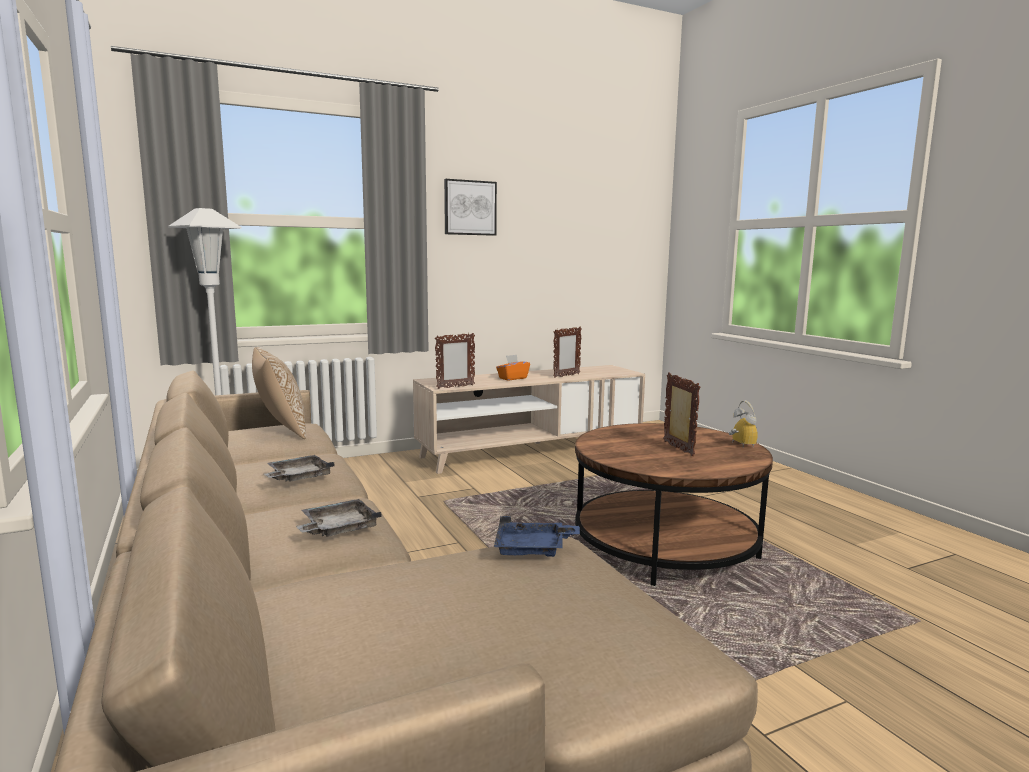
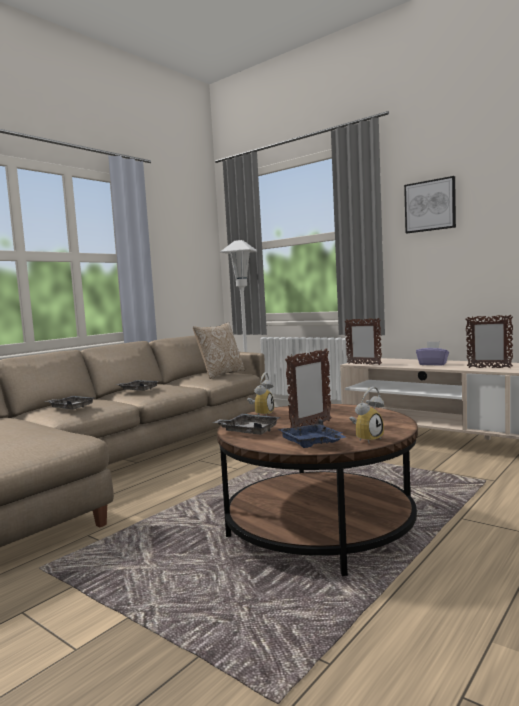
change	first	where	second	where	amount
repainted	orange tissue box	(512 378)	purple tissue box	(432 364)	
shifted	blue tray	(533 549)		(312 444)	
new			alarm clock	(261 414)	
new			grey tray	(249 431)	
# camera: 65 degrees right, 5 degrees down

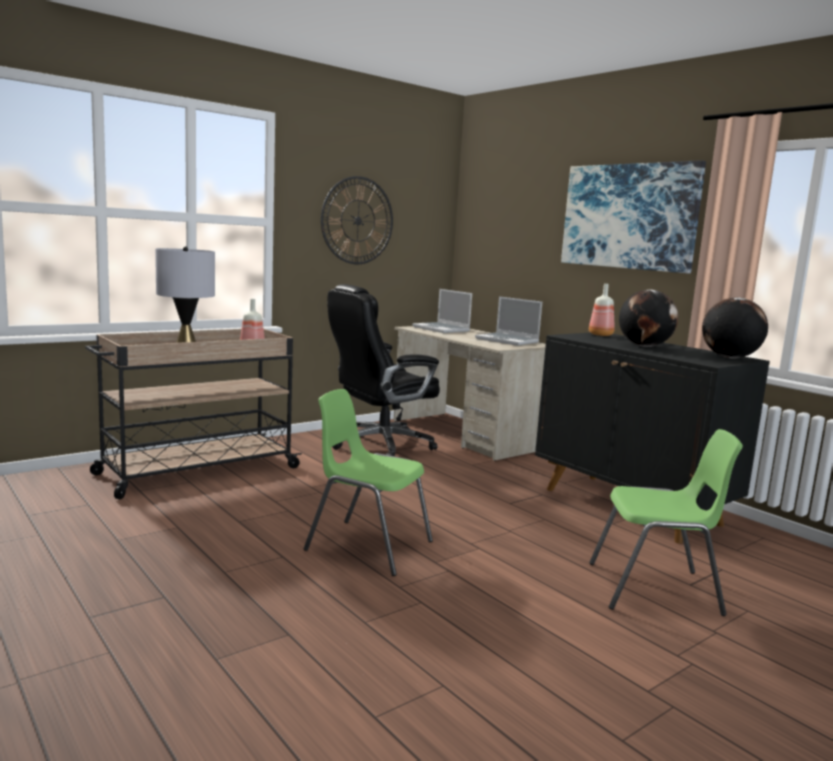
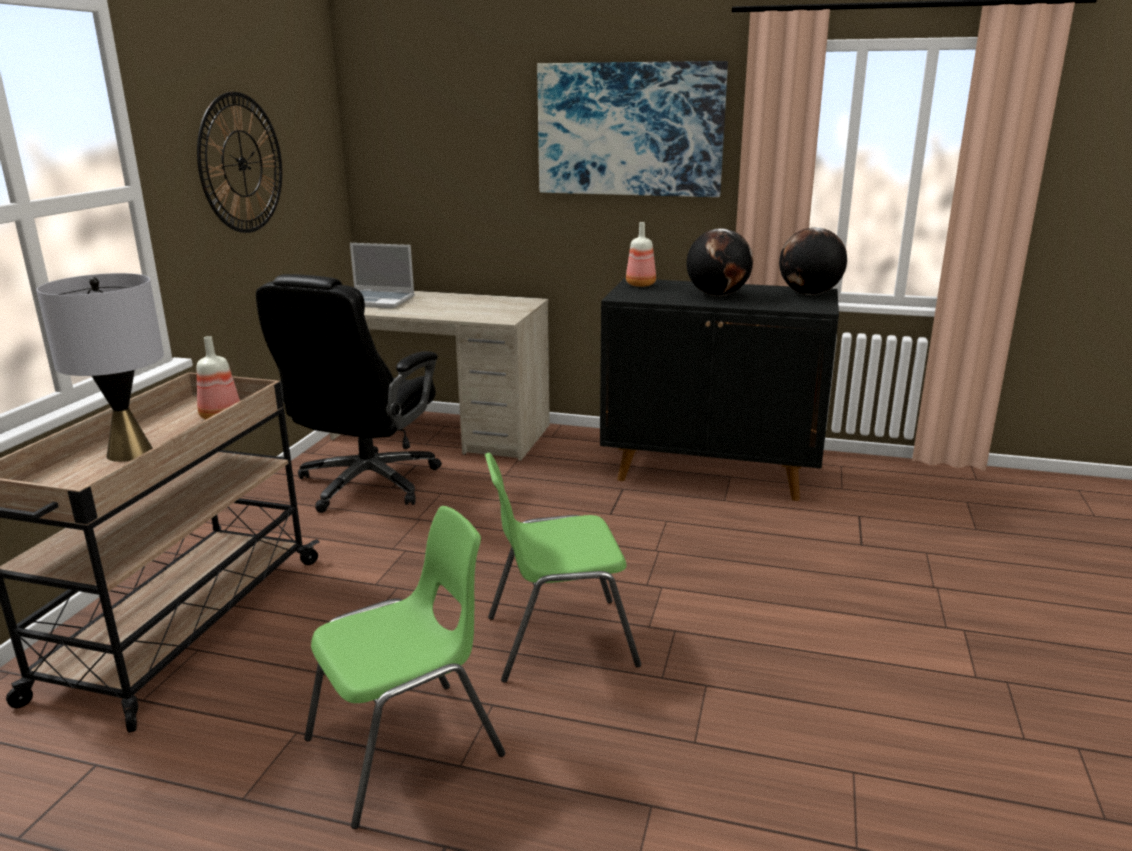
change	first	where	second	where	amount
gone	laptop	(508 340)			
shifted	green chair	(656 589)		(408 748)	
# camera: 35 degrees left, 10 degrees up

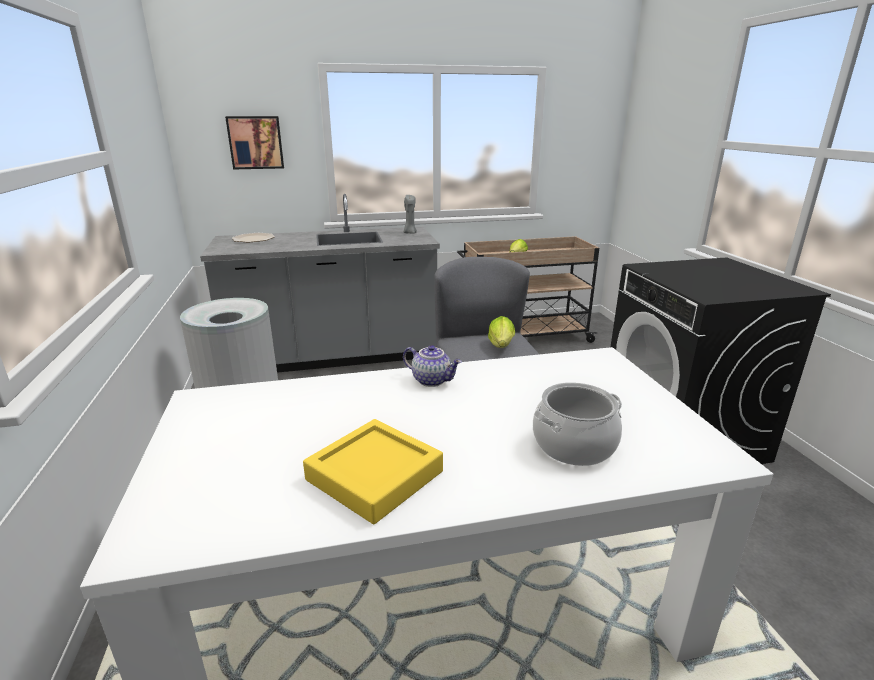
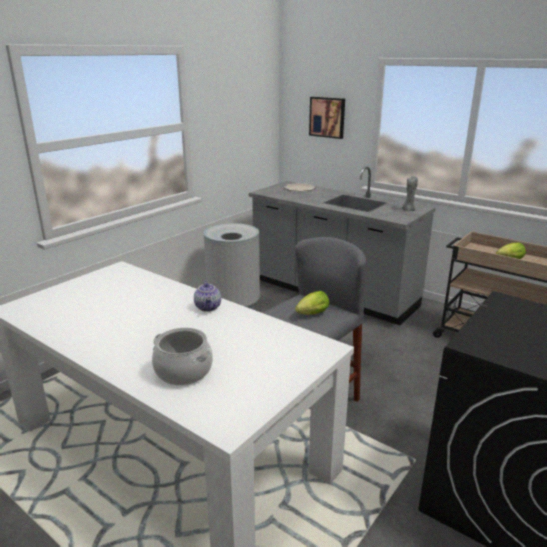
change	first	where	second	where	amount
gone	yellow tray	(374 476)			
# camera: 50 degrees right, 0 degrees up

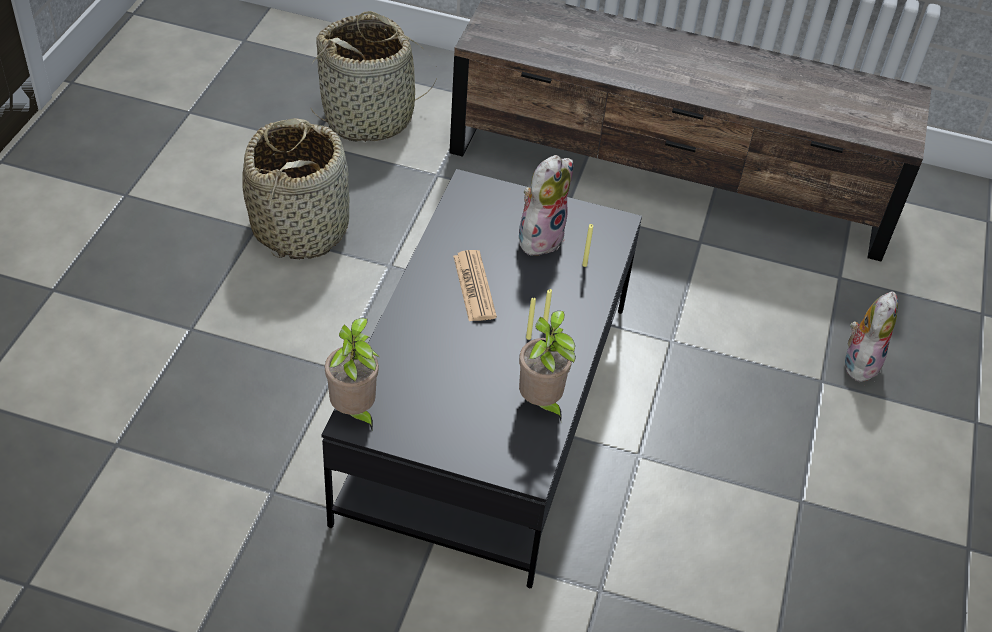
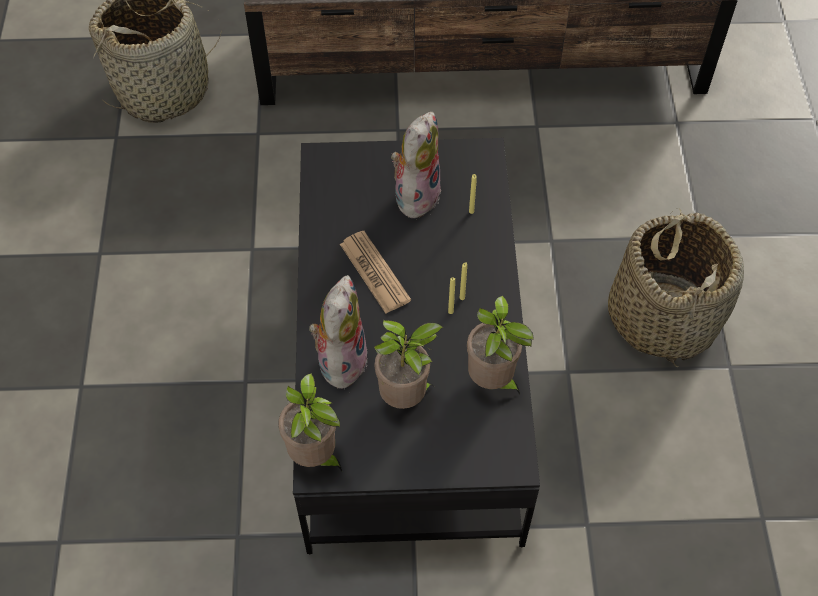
change	first	where	second	where	amount
shifted	basket	(301 227)		(662 317)	
shifted	plush toy	(859 361)		(340 359)	
new			potted plant	(406 396)	
# camera: 15 degrees left, 10 degrees up

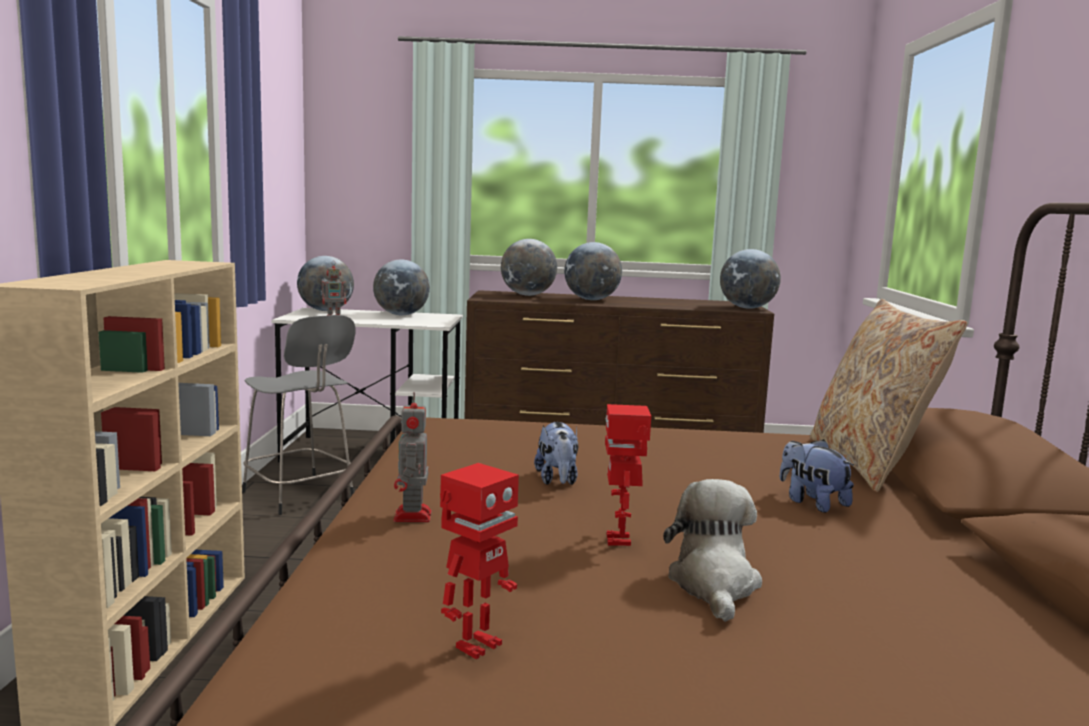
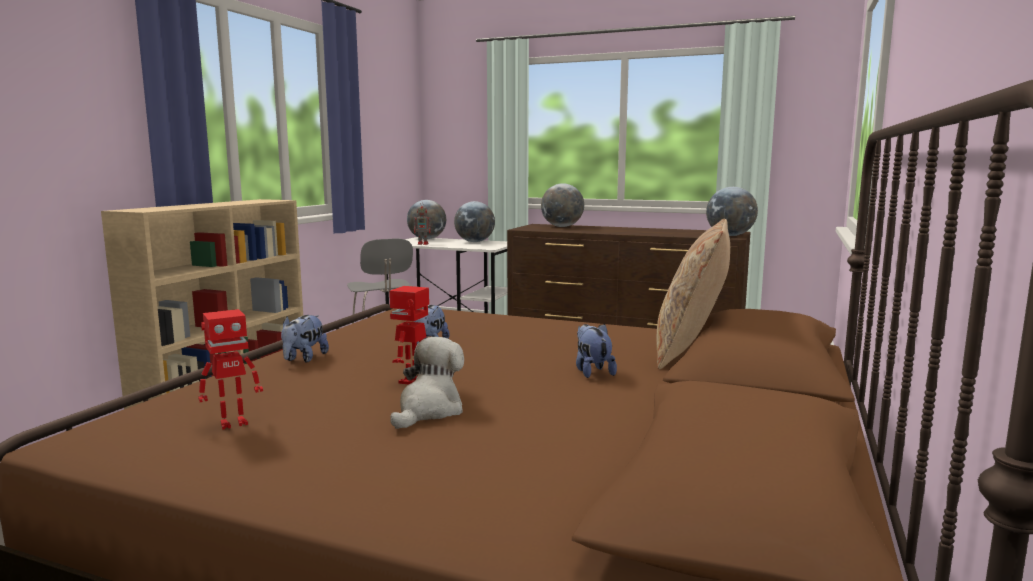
change	first	where	second	where	amount
gone	globe	(591 300)			
swapped	toy robot	(412 517)	plush toy	(304 359)	
# camera: 20 degrees right, 0 degrees up

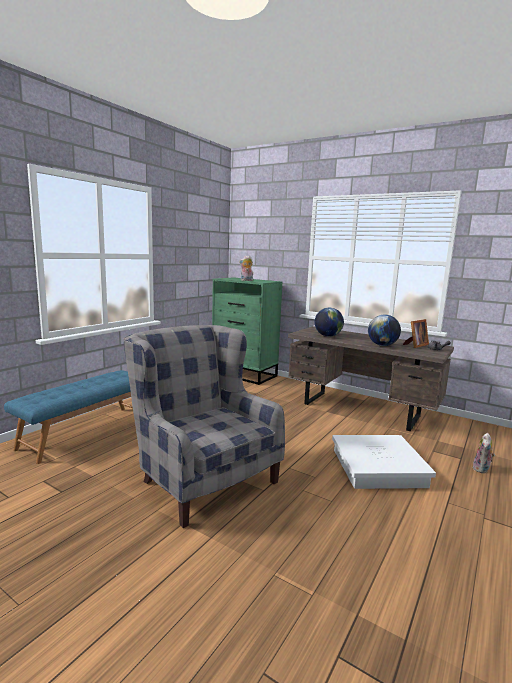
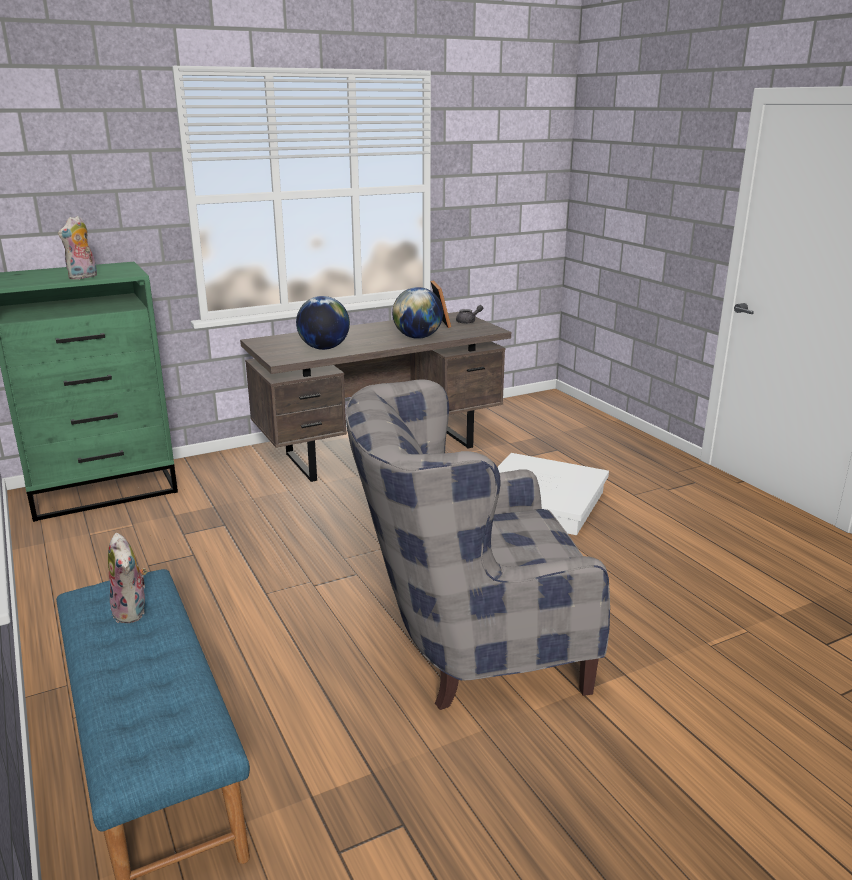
change	first	where	second	where	amount
shifted	plush toy	(482 469)		(133 612)	
# camera: 60 degrees left, 10 degrees up

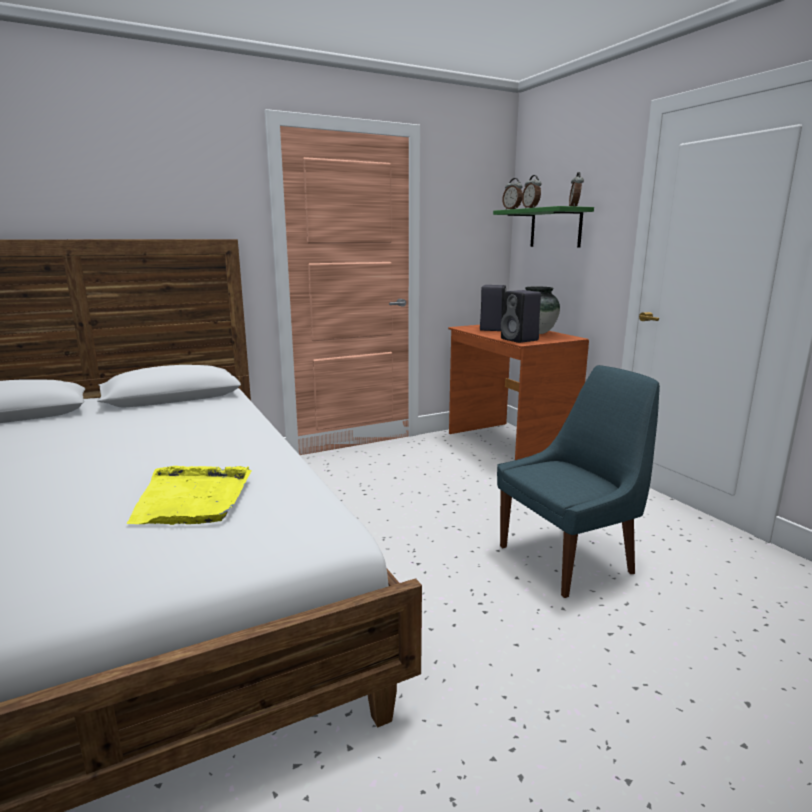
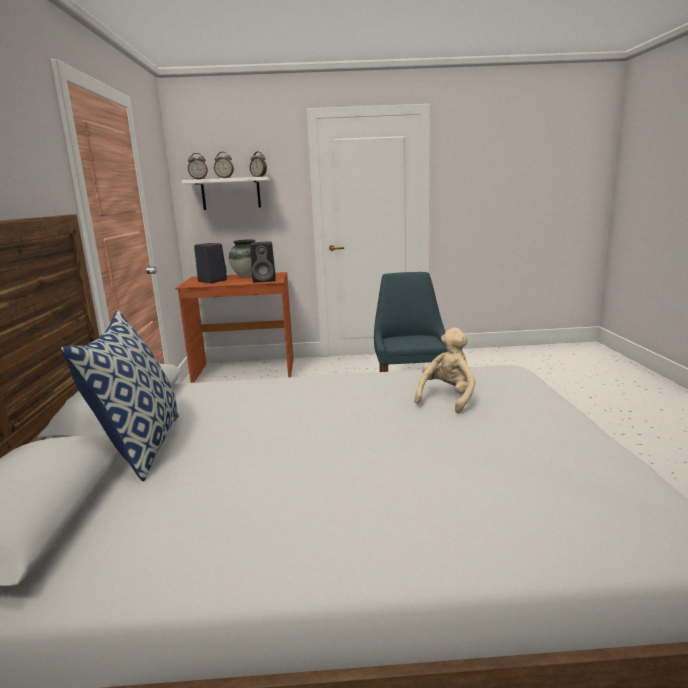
change	first	where	second	where	amount
repainted	green shelf	(555 228)	white shelf	(231 194)	
swapped	yellow tray	(192 499)	beige plush toy	(447 398)	
new			pillow	(140 446)	
# camera: 65 degrees left, 0 degrees up

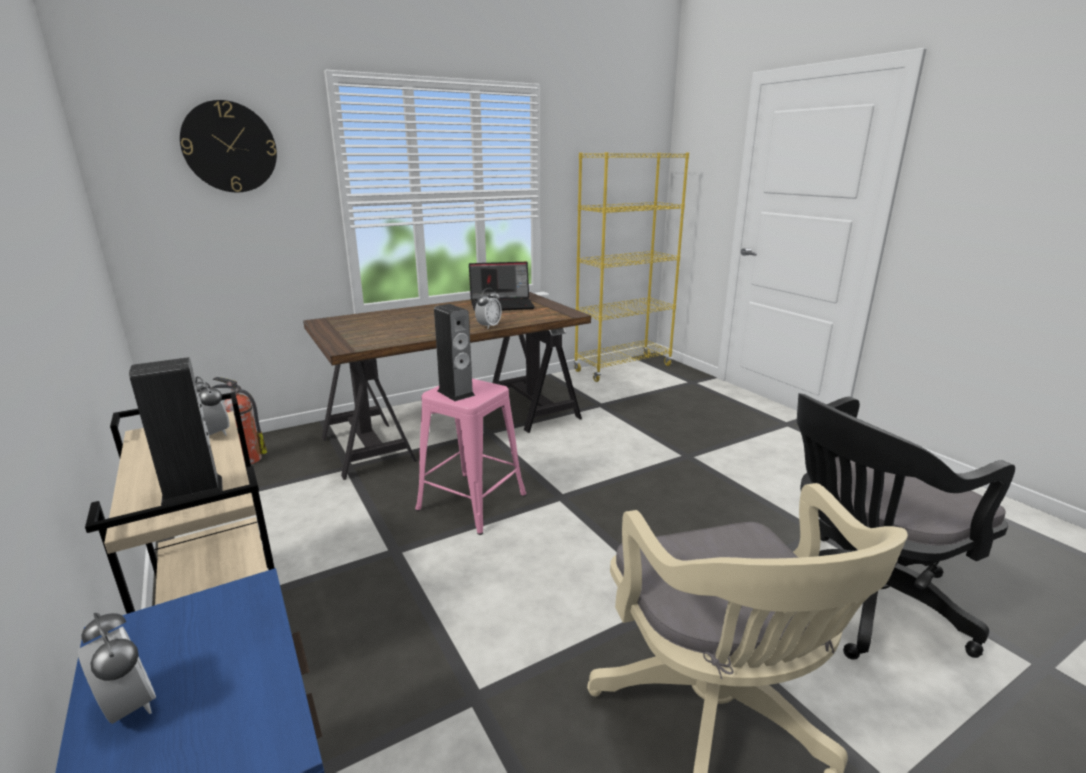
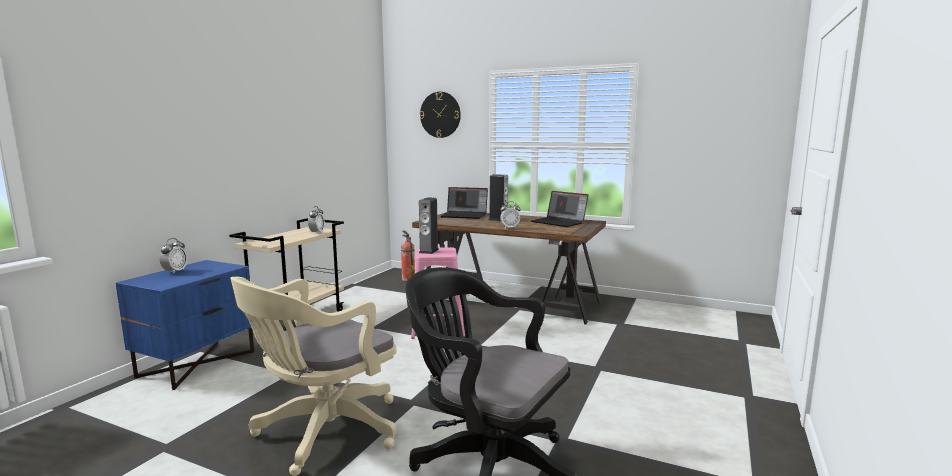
change	first	where	second	where	amount
gone	yellow bookcase	(623 368)			
shifted	speaker	(192 491)		(498 219)	
new			laptop	(465 215)	
# camera: 55 degrees right, 10 degrees down

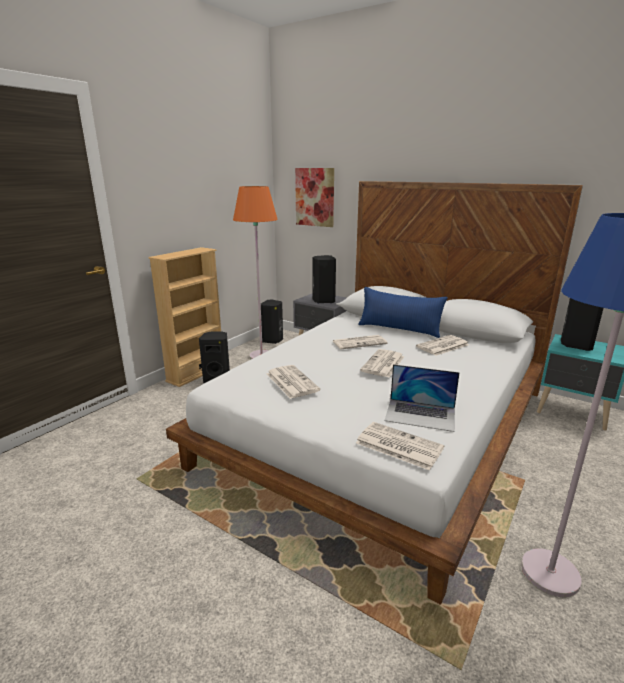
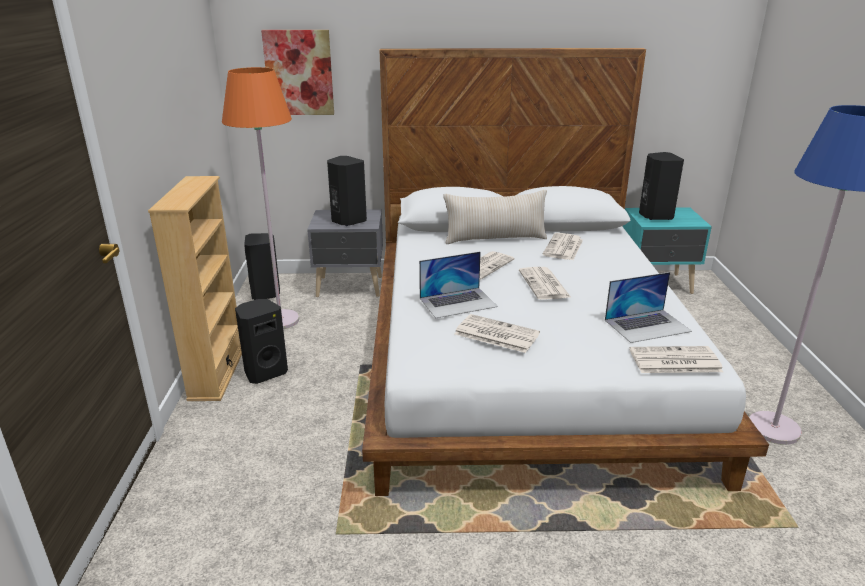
change	first	where	second	where	amount
repainted	blue pillow	(399 329)	beige pillow	(495 239)	
new			laptop	(458 302)	
# camera: 35 degrees left, 5 degrees up

